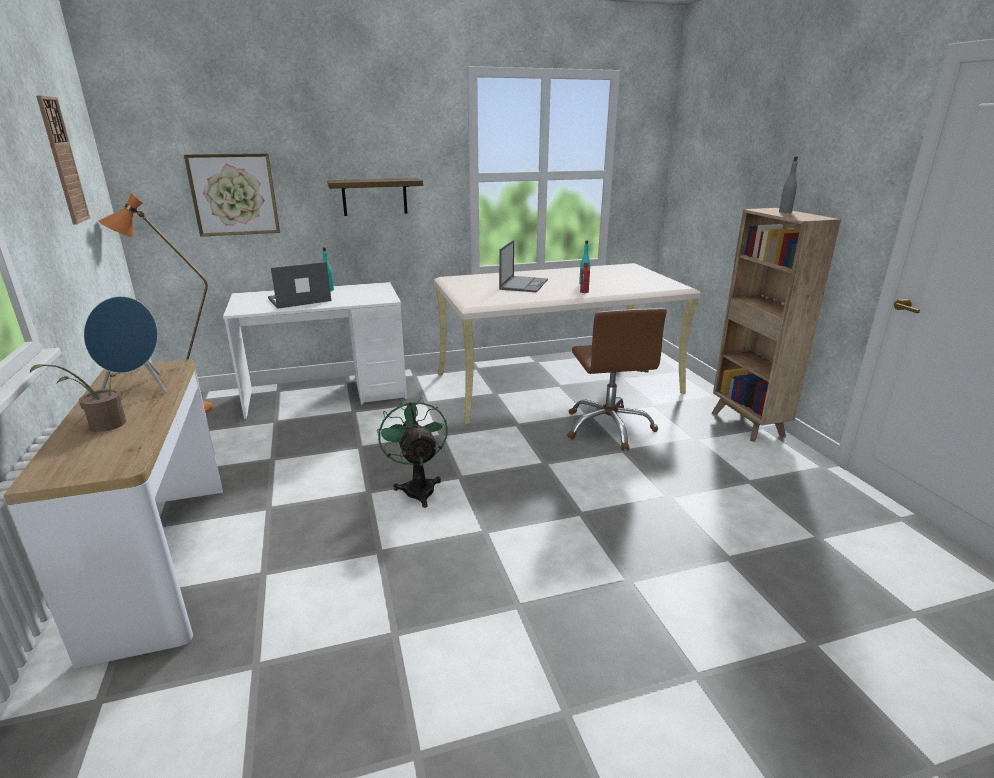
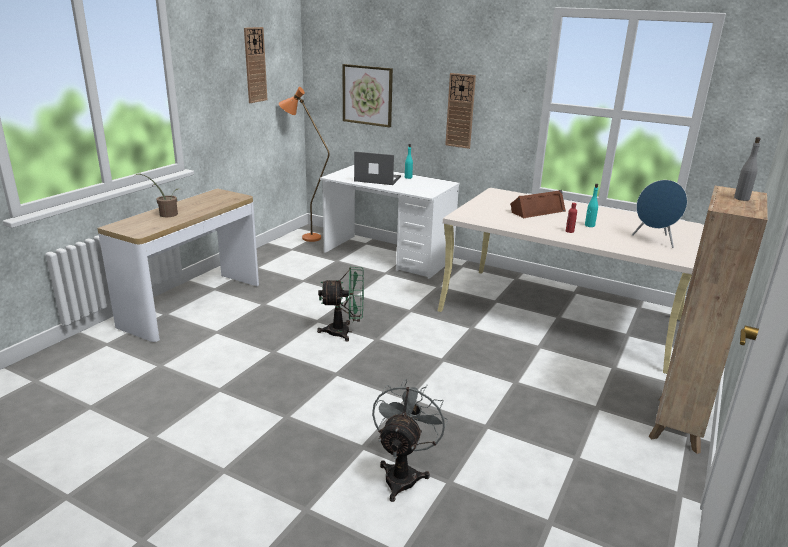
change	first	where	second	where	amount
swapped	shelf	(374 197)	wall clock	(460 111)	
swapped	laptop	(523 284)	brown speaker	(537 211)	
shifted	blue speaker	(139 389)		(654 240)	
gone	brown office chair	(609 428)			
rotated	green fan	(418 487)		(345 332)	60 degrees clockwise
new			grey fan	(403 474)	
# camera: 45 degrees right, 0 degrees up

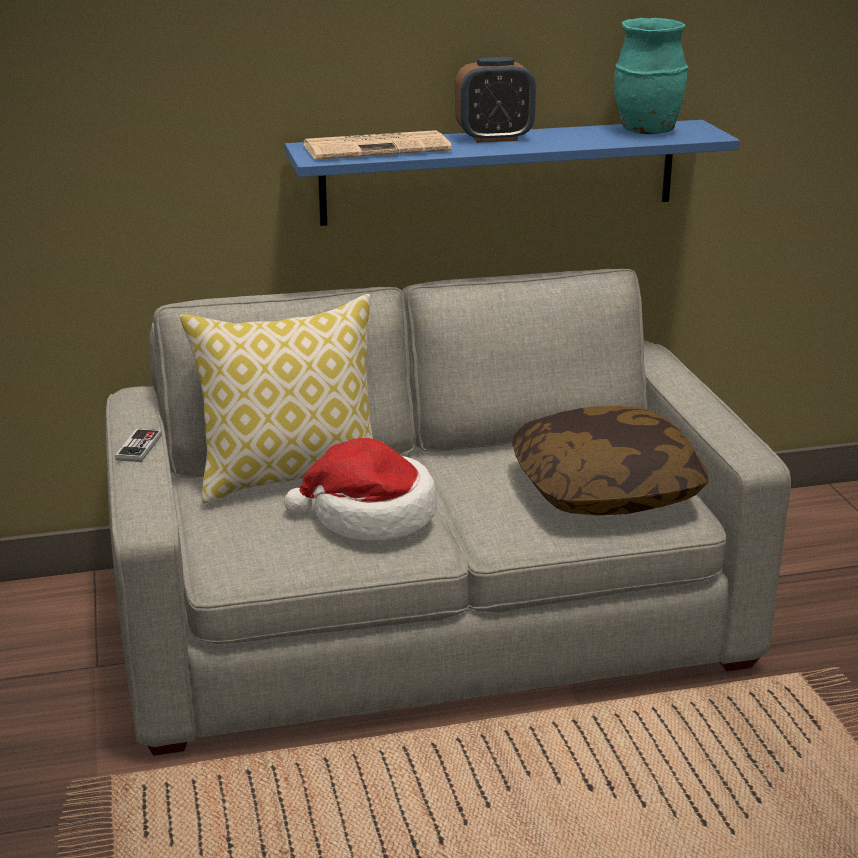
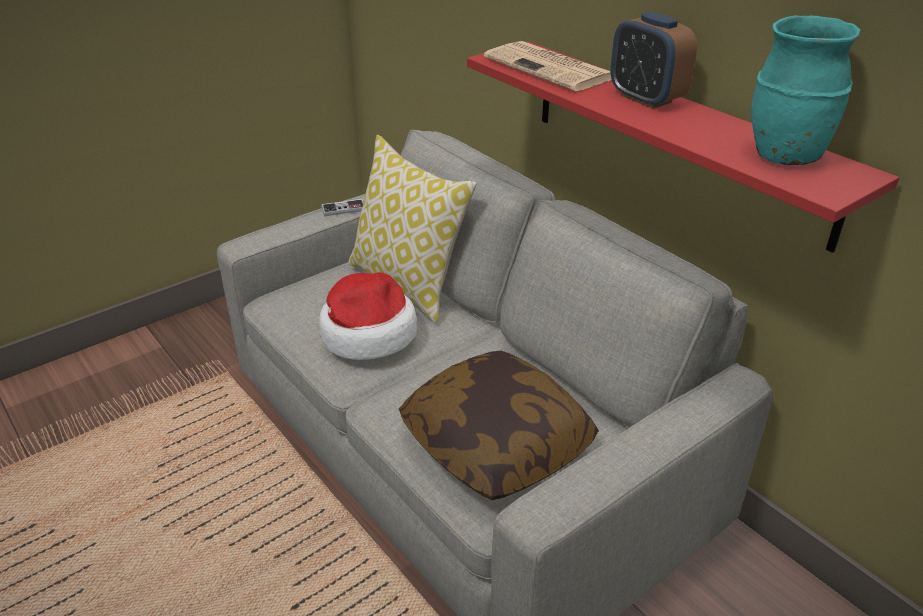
change	first	where	second	where	amount
repainted	blue shelf	(499 172)	red shelf	(674 138)	
# camera: 65 degrees right, 10 degrees up

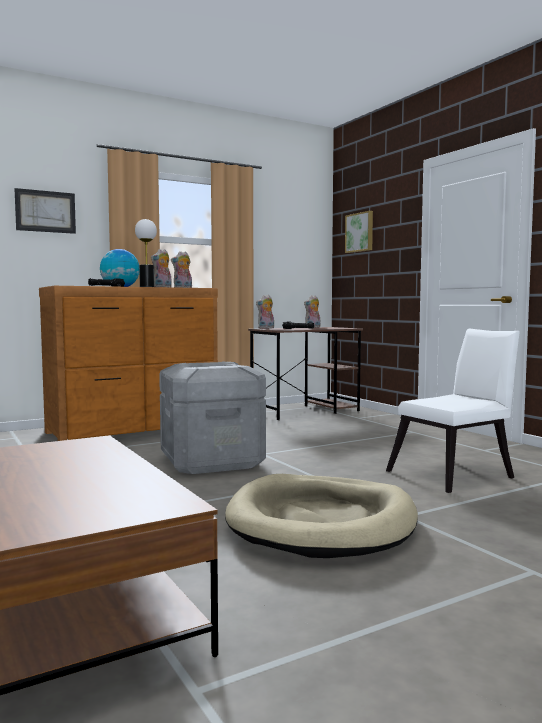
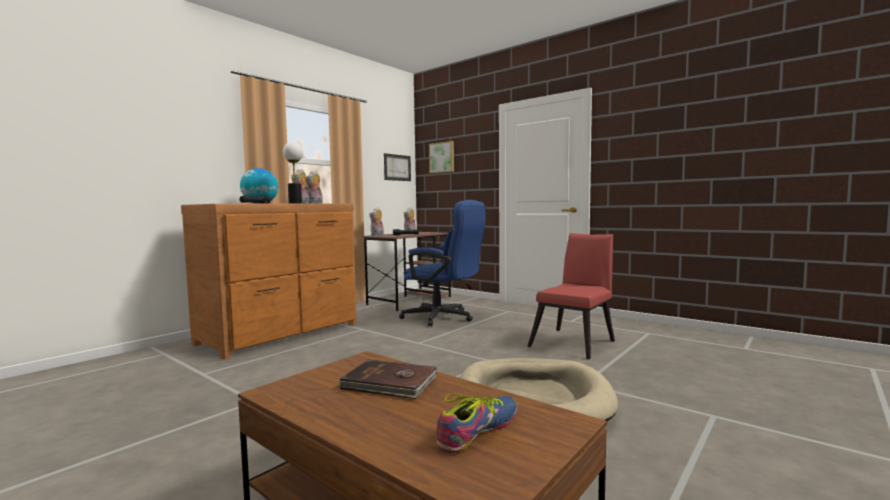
change	first	where	second	where	amount
shifted	picture	(45 211)		(397 167)	
repainted	white chair	(456 473)	red chair	(575 342)	
gone	grey storage box	(212 461)			
new			blue office chair	(444 318)	
new			brown book	(390 383)	
new			shoe	(478 430)	
# camera: 20 degrees left, 0 degrees up

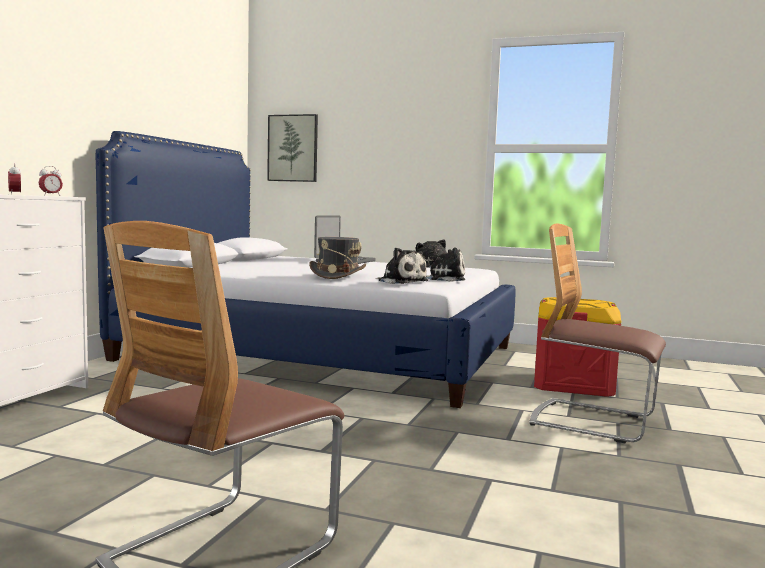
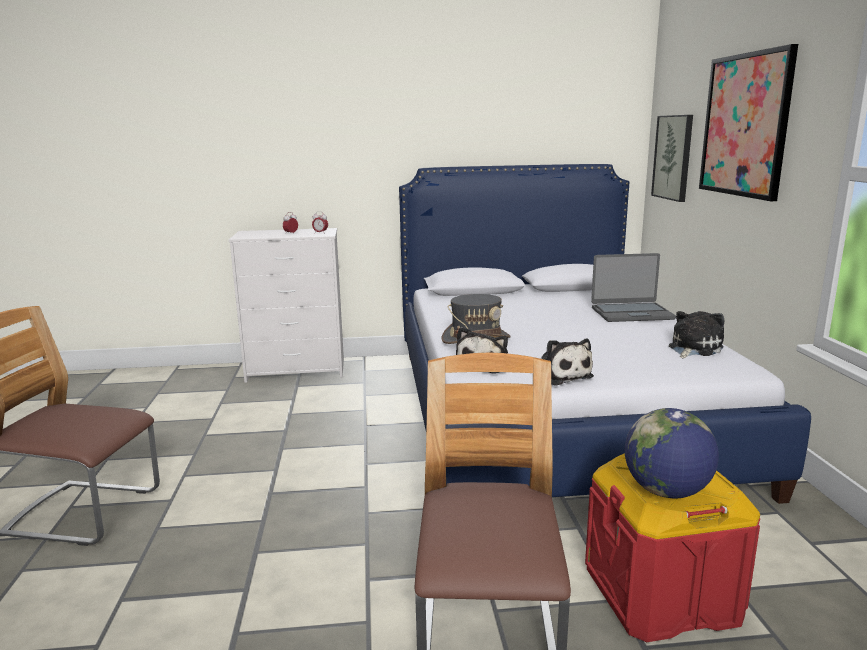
change	first	where	second	where	amount
new			picture	(745 125)	
new			globe	(666 492)	
# camera: 65 degrees right, 10 degrees up

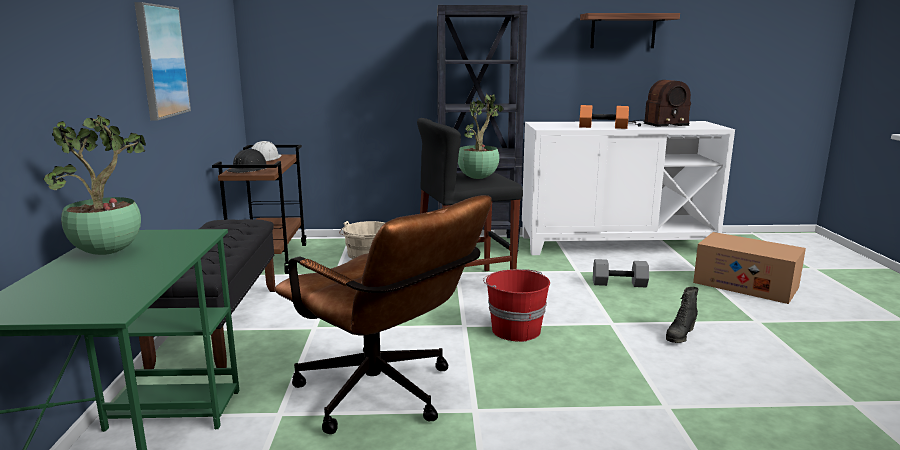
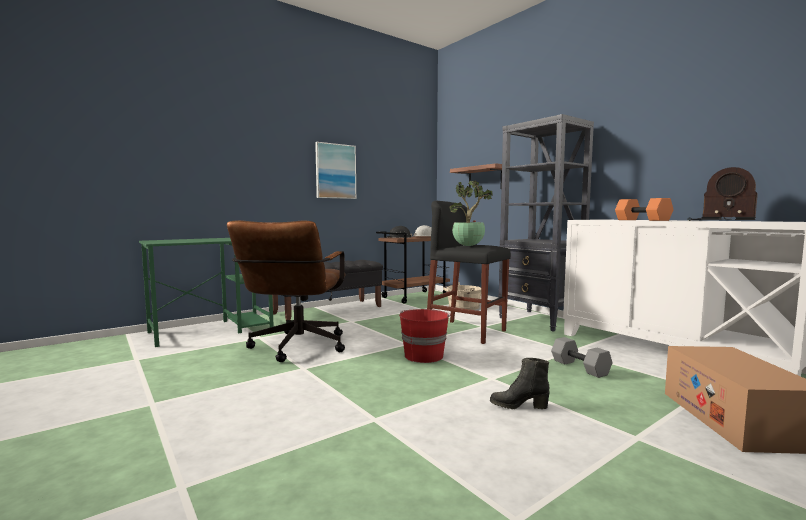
change	first	where	second	where	amount
shifted	shelf	(623 31)		(485 178)	
gone	potted plant	(109 252)			
# camera: 55 degrees right, 10 degrees down

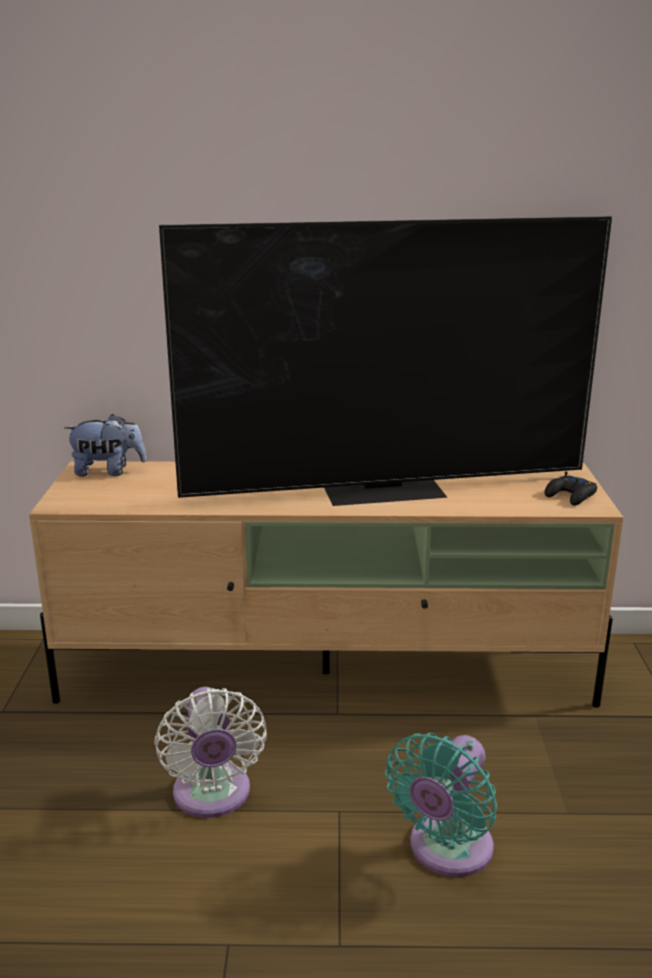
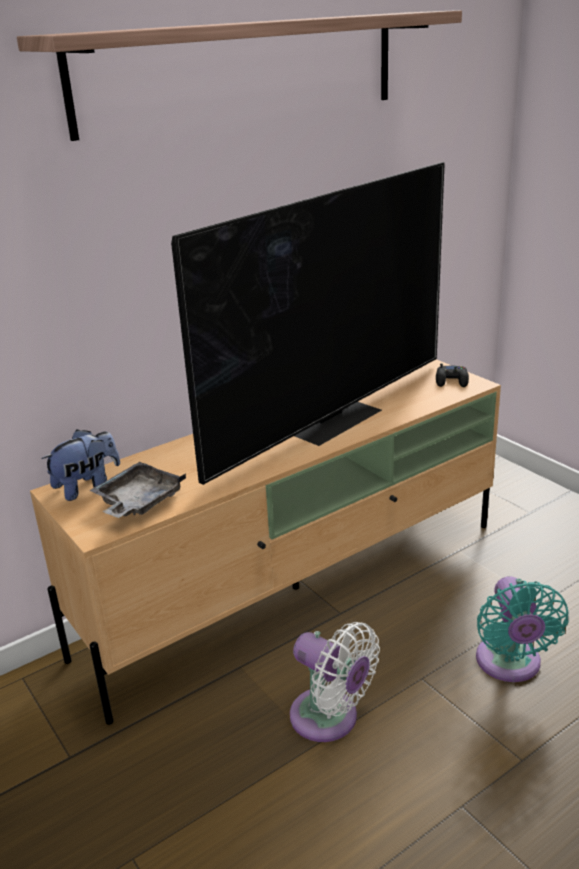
change	first	where	second	where	amount
new			shelf	(243 71)	
new			grey tray	(138 501)	
# camera: 35 degrees left, 5 degrees up

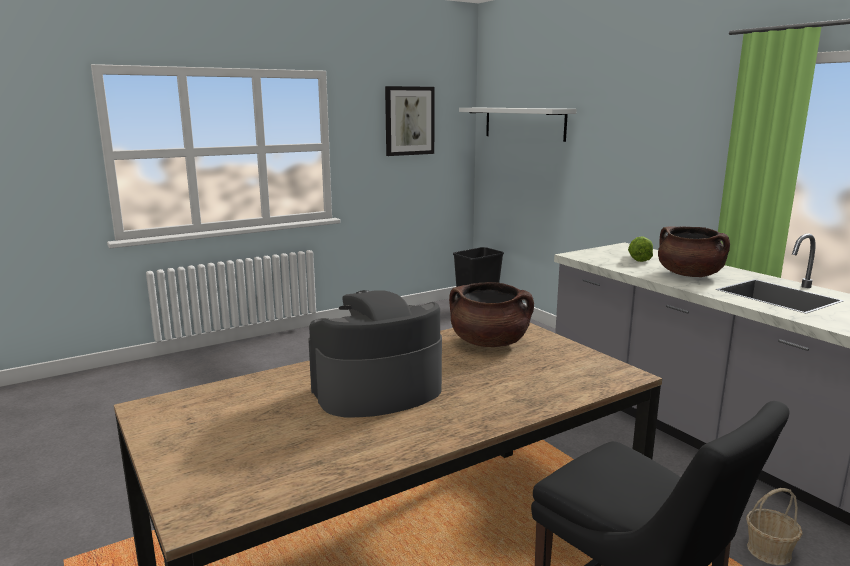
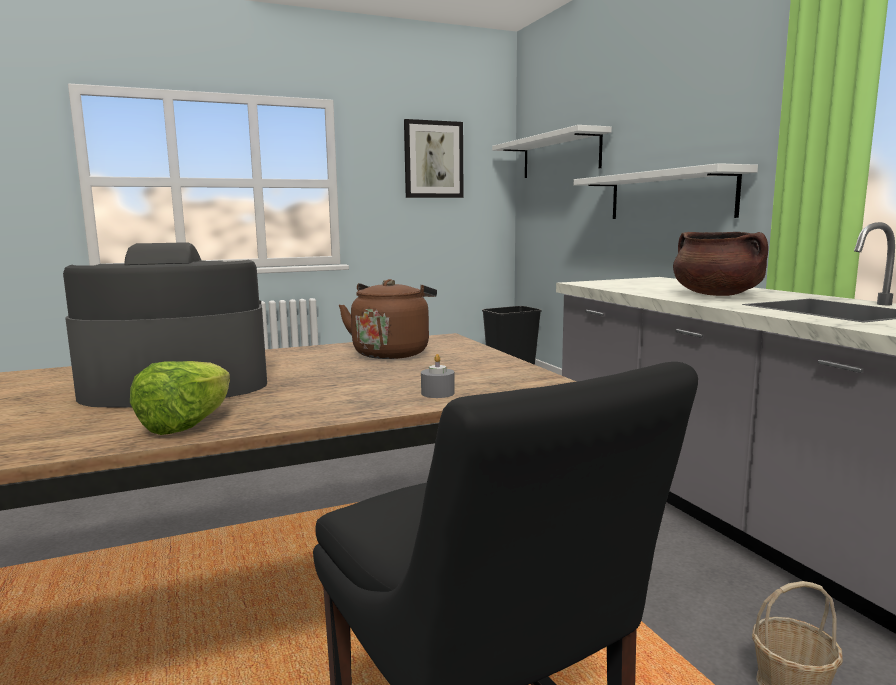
change	first	where	second	where	amount
shifted	lettuce	(638 259)		(187 424)	
swapped	brown cooking pot	(489 343)	brown kettle	(392 353)	
new			white shelf	(669 196)	
new			grey candle	(437 393)	
# camera: 10 degrees right, 5 degrees down

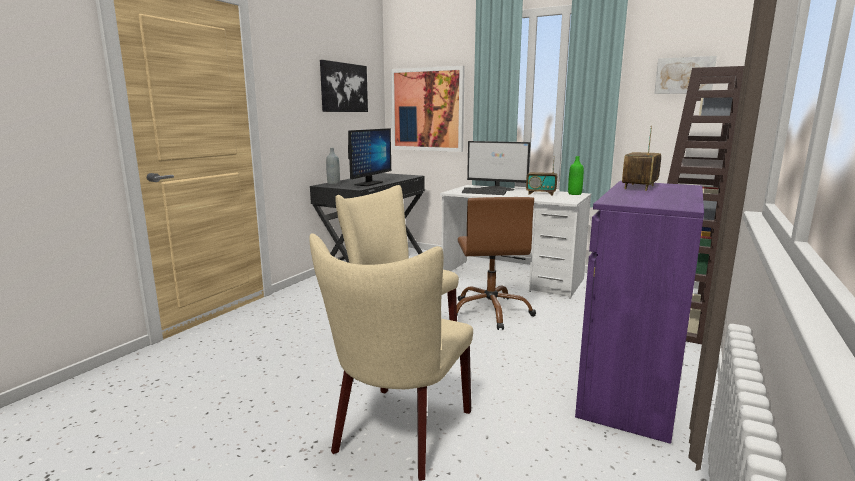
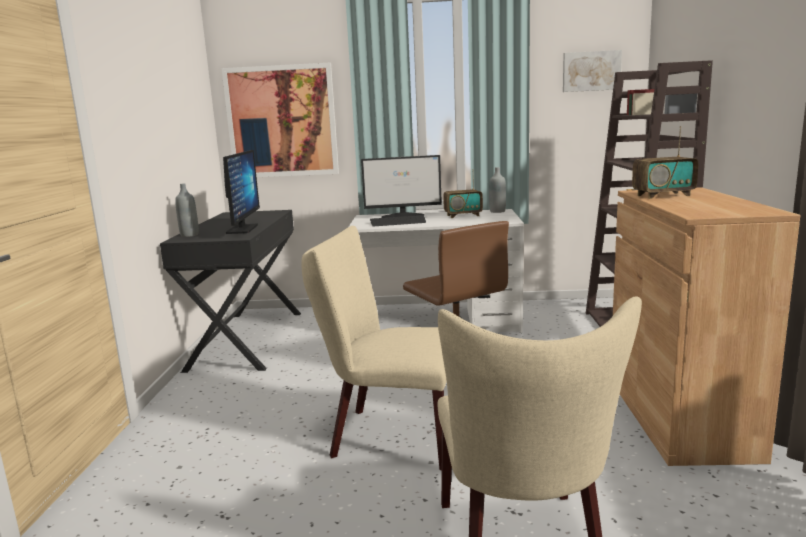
change	first	where	second	where	amount
gone	picture	(343 87)			
rotated	radio	(640 187)		(663 195)	105 degrees counterclockwise
repainted	green bottle	(574 194)	grey bottle	(497 211)	
repainted	purple cabinet	(631 387)	brown cabinet	(678 416)	
# camera: 25 degrees left, 0 degrees up

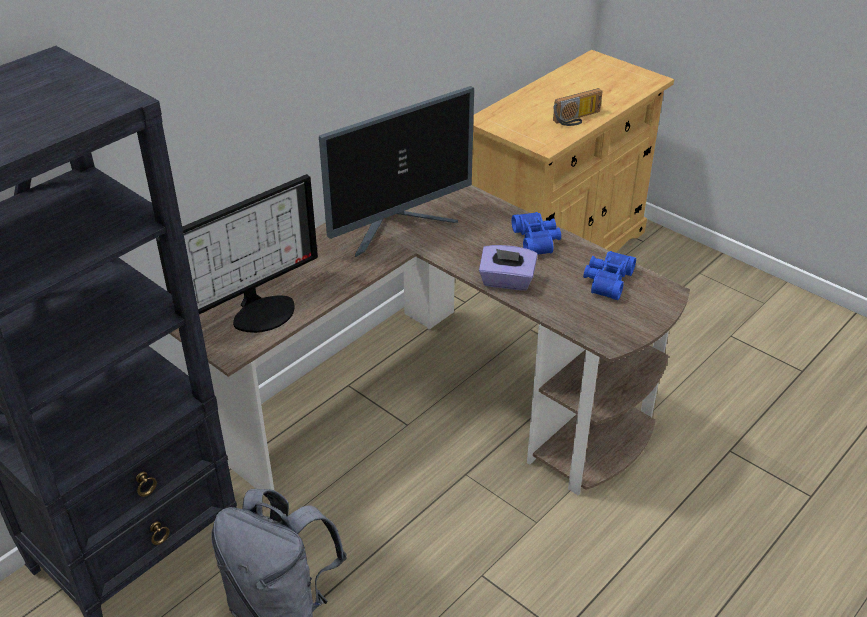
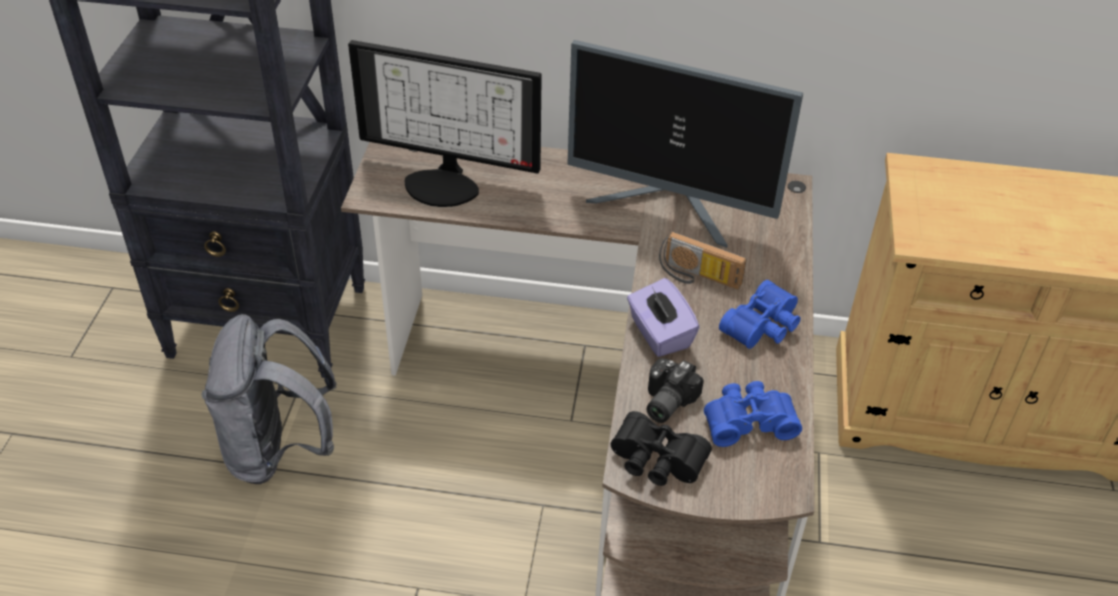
change	first	where	second	where	amount
shifted	radio	(578 119)		(697 277)	
new			photo camera	(664 401)	
new			black binoculars	(656 462)	
# camera: 55 degrees right, 5 degrees up

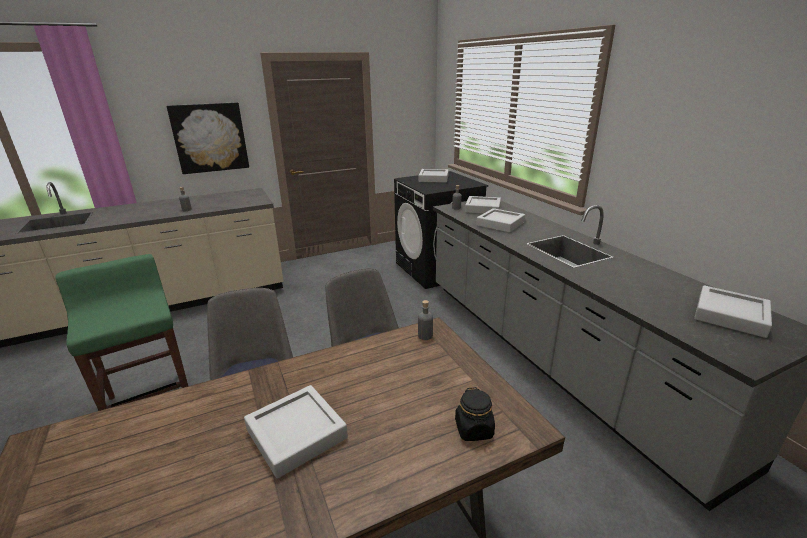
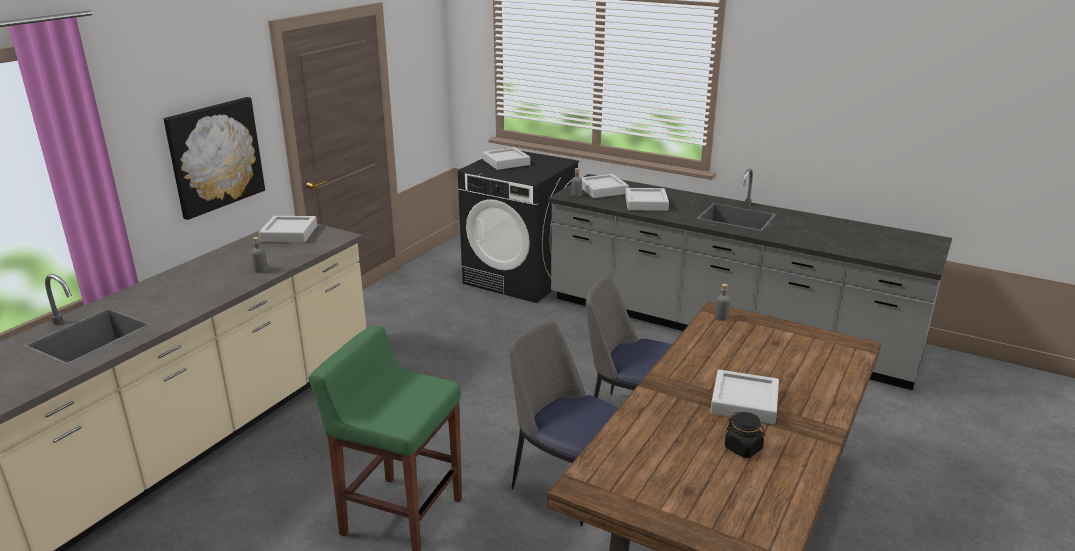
change	first	where	second	where	amount
shifted	grey tray	(730 315)		(289 234)	
shifted	black jar	(474 429)		(743 448)	
# camera: 35 degrees left, 0 degrees up

